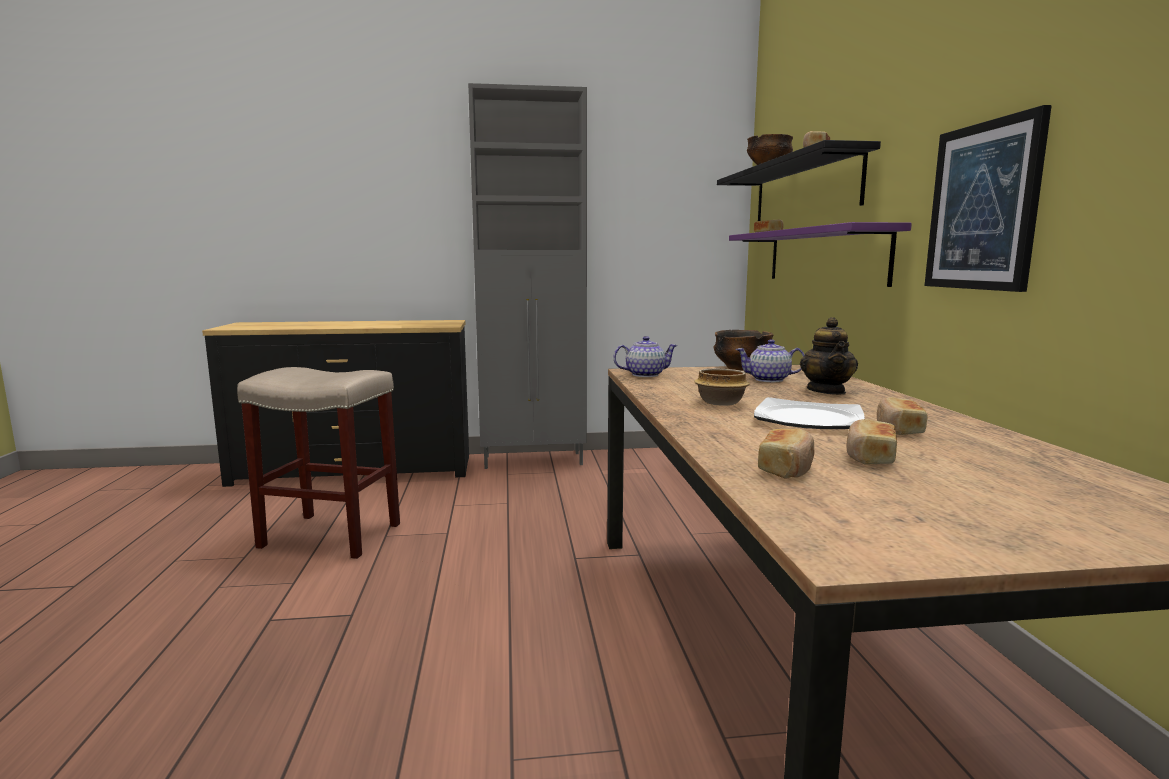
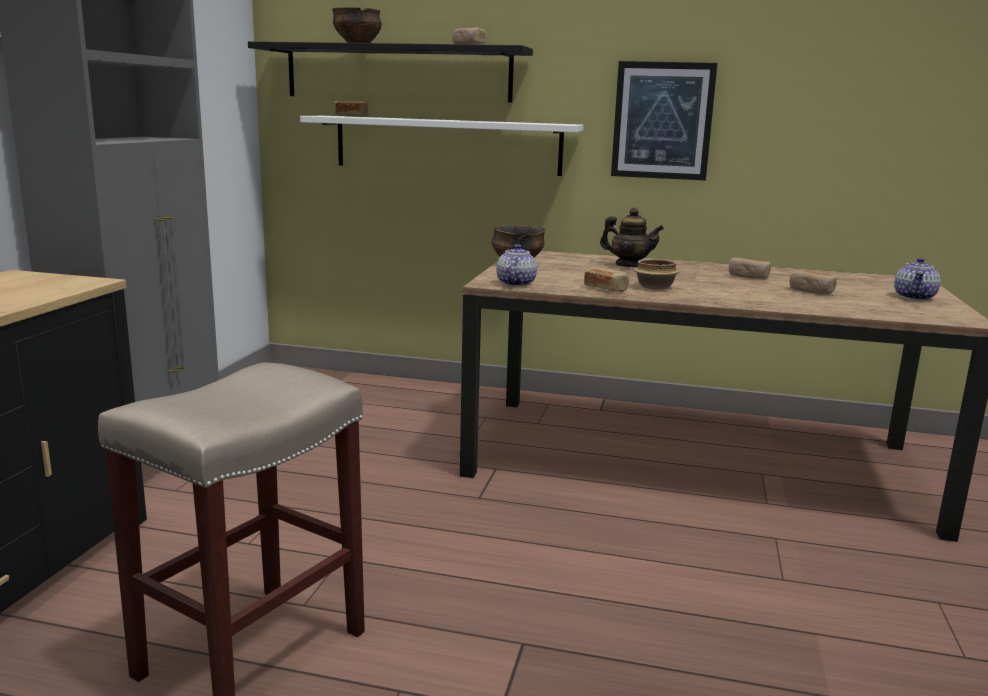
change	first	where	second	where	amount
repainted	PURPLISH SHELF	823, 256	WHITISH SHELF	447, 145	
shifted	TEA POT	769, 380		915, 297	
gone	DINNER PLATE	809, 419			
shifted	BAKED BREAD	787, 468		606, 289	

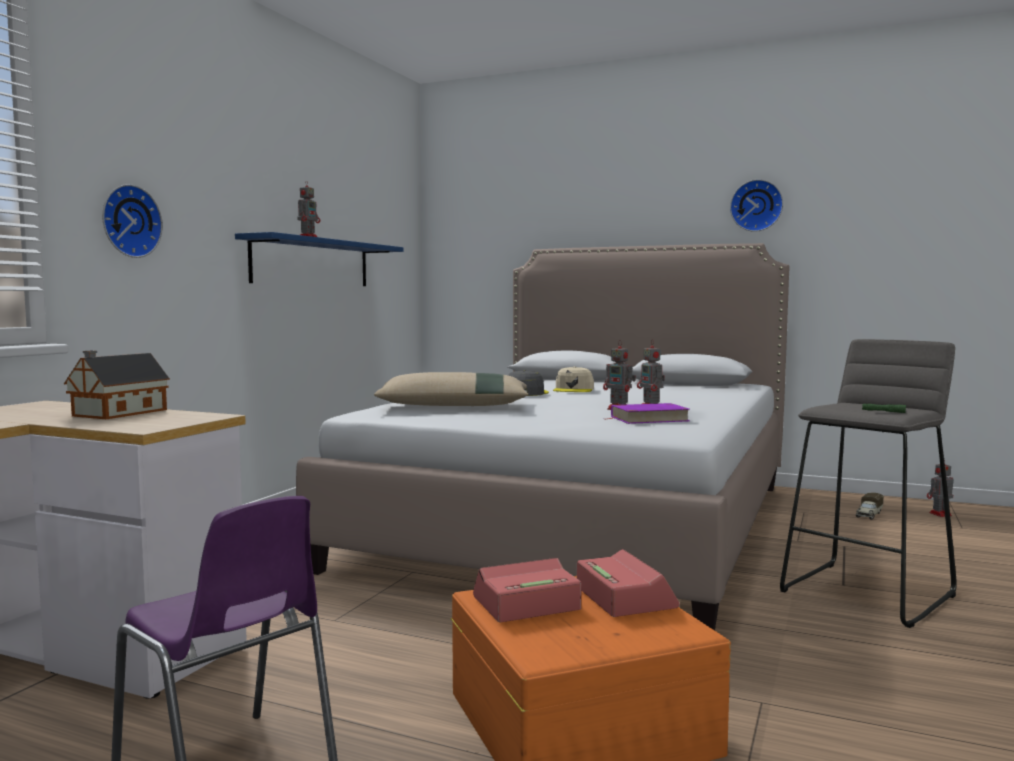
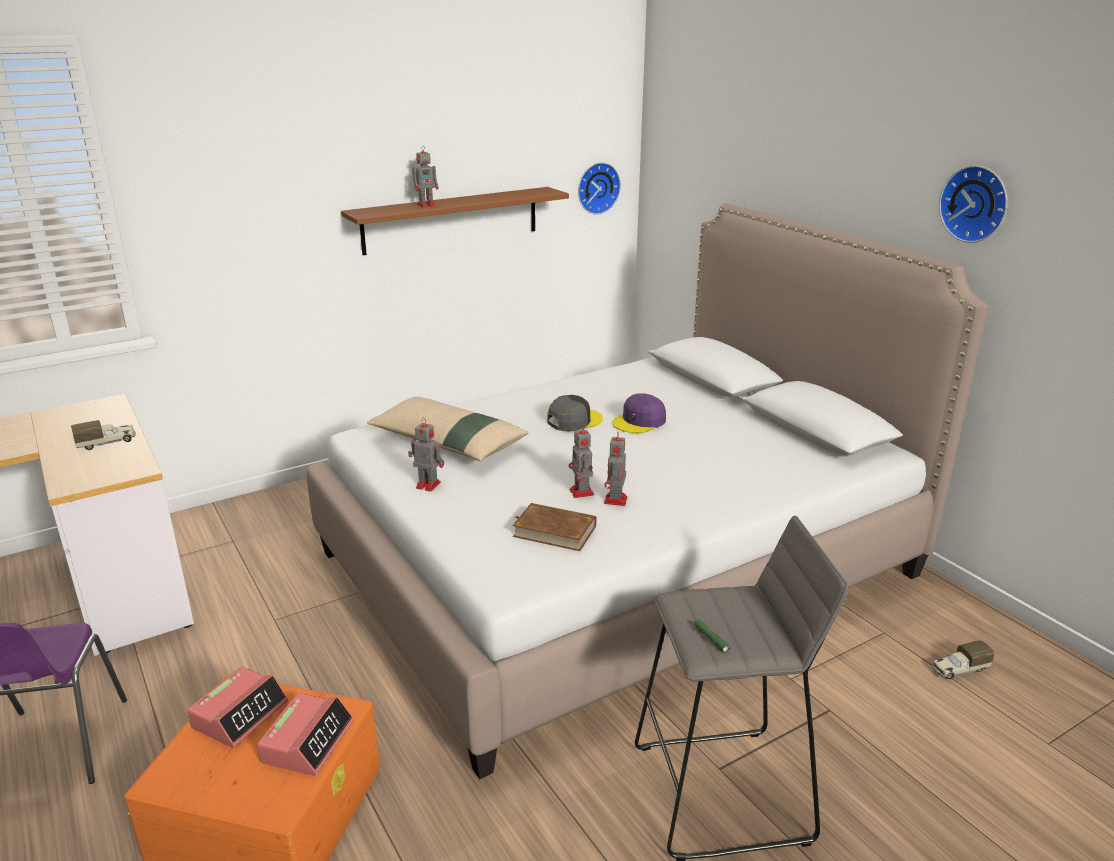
change	first	where	second	where	amount
swapped	TOY HOUSE	116, 413	TOY LORRY	107, 443	
shifted	WALL CLOCK	129, 221		597, 187	
repainted	BLUISH SHELF	312, 263	BROWN SHELF	451, 220	
rotated	BEDSIDE CLOCK	525, 604		240, 714	105 degrees clockwise
repainted	BEIGE-COLOURED BASEBALL CAP	573, 389	PURPLISH BASEBALL CAP	639, 421	
repainted	PURPLISH VOLUME	649, 419	BROWN VOLUME	554, 531	
shifted	TOY ROBOT	939, 514		427, 485	

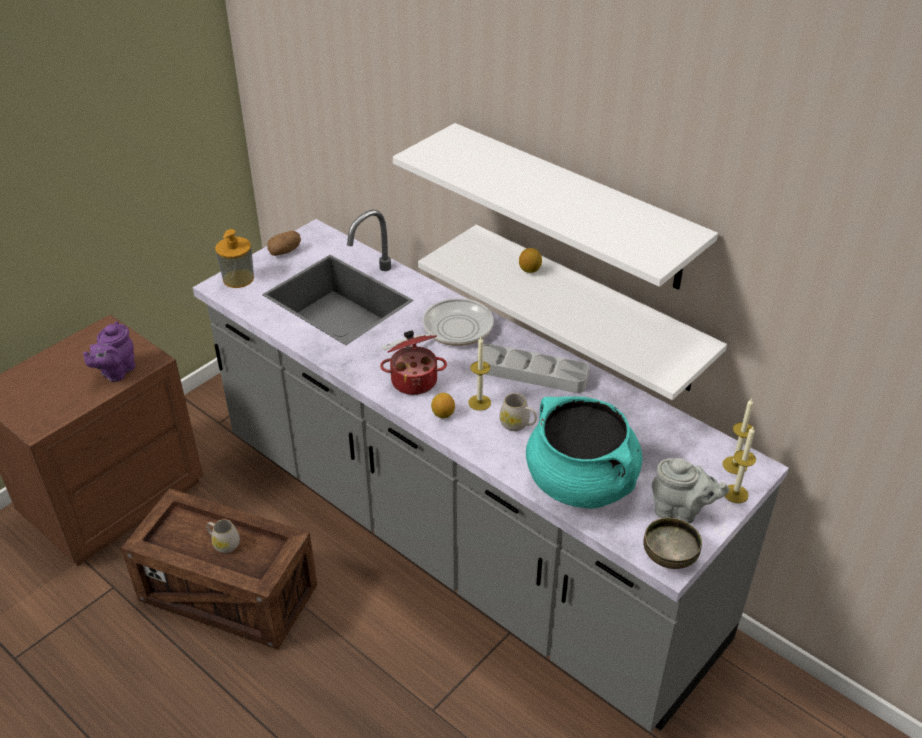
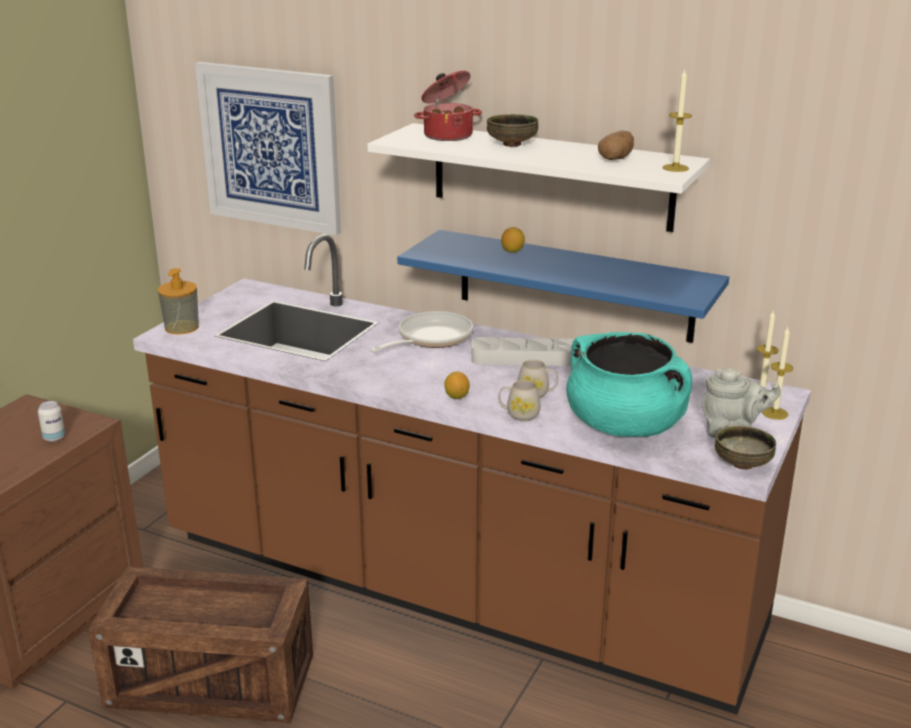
change	first	where	second	where	amount
swapped	PURPLISH TEA POT	116, 372	METAL CAN	54, 438	
repainted	GREYISH COUNTER	461, 538	BROWN COUNTER	455, 587	
shifted	WHITISH COFFEE MUG	224, 543		518, 415	
shifted	SPUD	285, 251		616, 159	
shifted	COOKING POT	414, 380		447, 135	
repainted	WHITISH SHELF	589, 308	BLUISH SHELF	574, 285	
shifted	CANDLE	479, 402		675, 168	
new			WALL PICTURE	270, 147	
new			SERVING BOWL	511, 145	

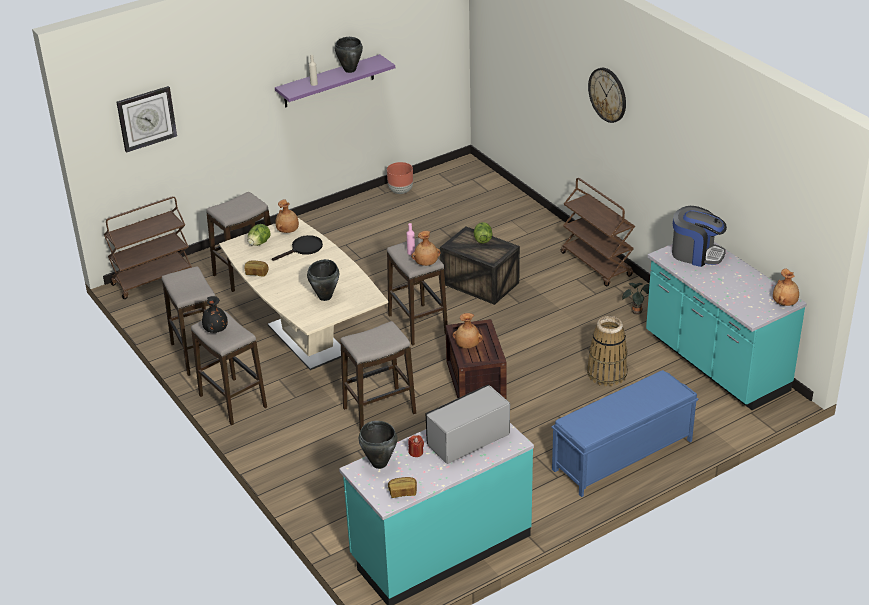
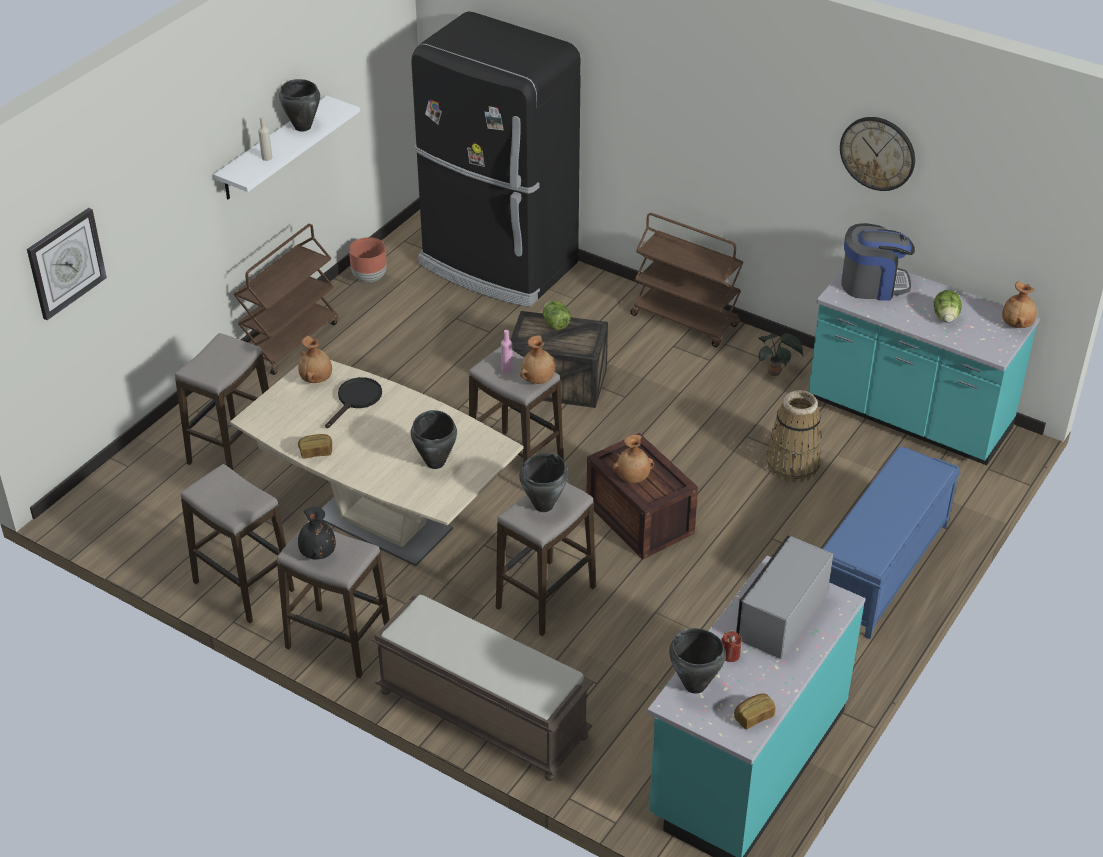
change	first	where	second	where	amount
shifted	BROWN CART	153, 279		290, 340	
shifted	LETTUCE	259, 243		945, 317	
repainted	PURPLISH SHELF	329, 81	WHITISH SHELF	273, 149	
shifted	WALL CLOCK	608, 94		878, 153	
new			BROWN BENCH	480, 714	
new			BLACK-COLOURED KITCHEN FRIDGE	497, 265	
new			BLACK-COLOURED COOKING POT	544, 505	

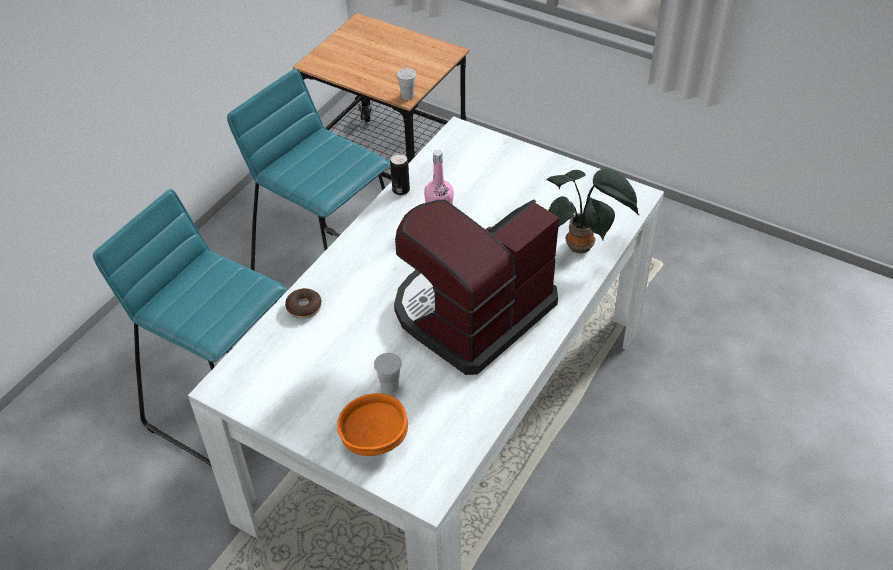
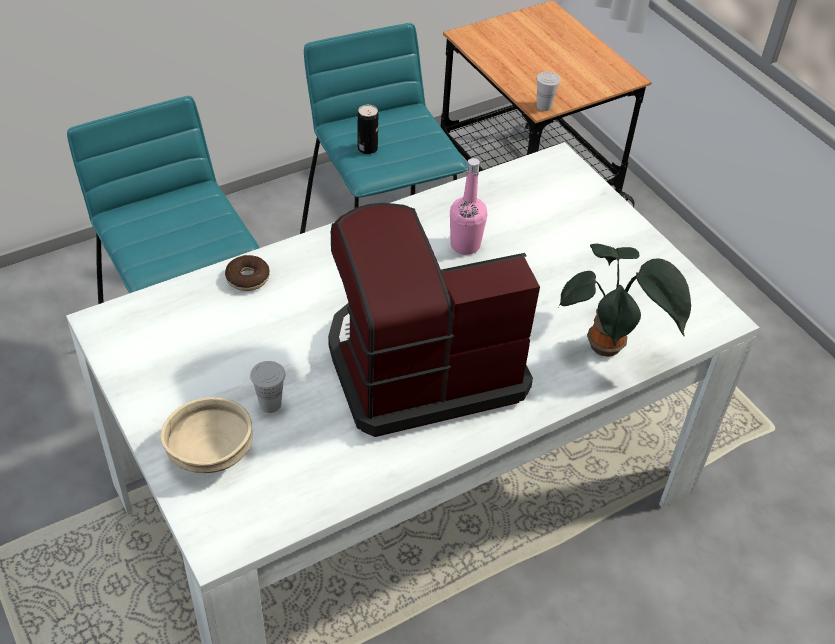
change	first	where	second	where	amount
repainted	ORANGEY SERVING BOWL	373, 438	BEIGE-COLOURED SERVING BOWL	210, 452	
shifted	METAL CAN	401, 190		367, 148	

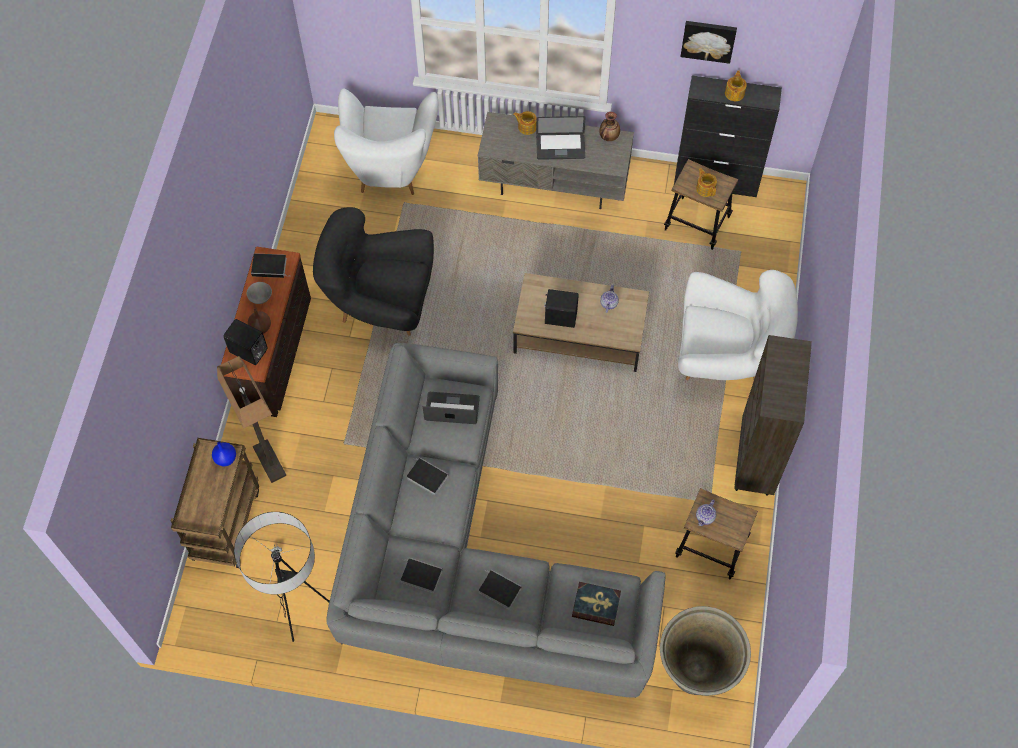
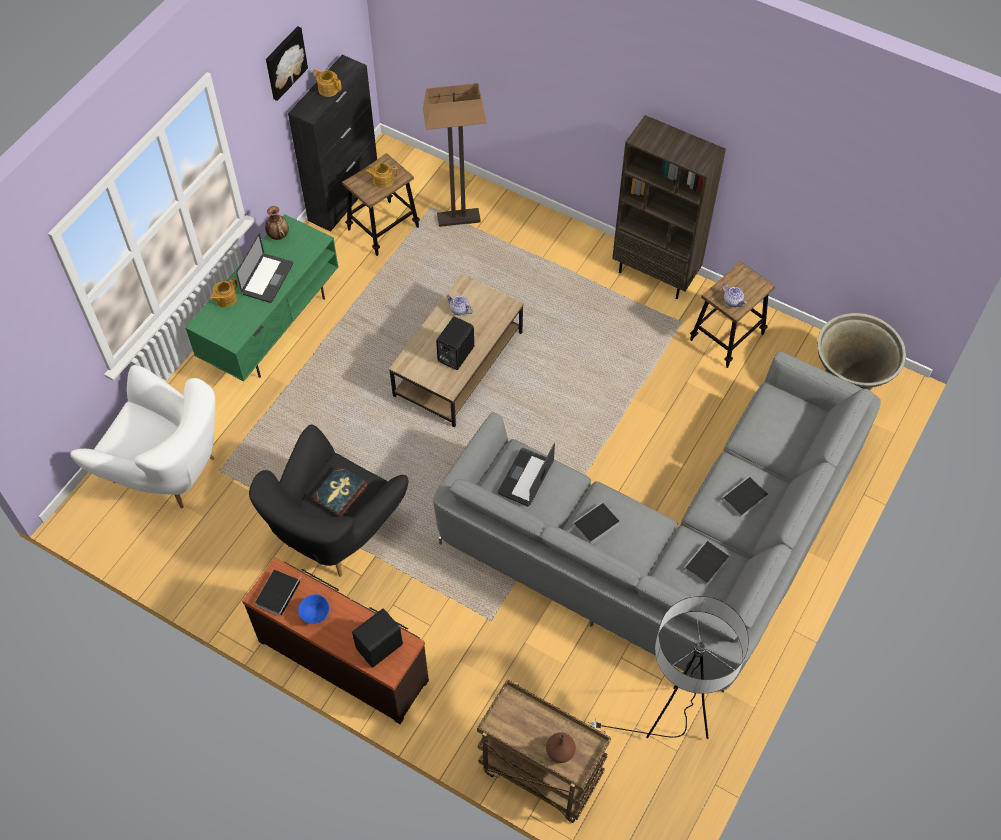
change	first	where	second	where	amount
gone	BLUISH DECORATIVE VASE	226, 459			
shifted	STANDARD LAMP	270, 461		459, 218	
repainted	GREYISH SERVING BOWL	260, 297	BLUISH SERVING BOWL	314, 614	
shifted	BROWN DECORATIVE VASE	261, 328		560, 752	
repainted	GREYISH TV UNIT	555, 182	GREENISH TV UNIT	272, 325	
shifted	VOLUME	596, 604		340, 492	
gone	WHITISH ARMCHAIR	726, 358			

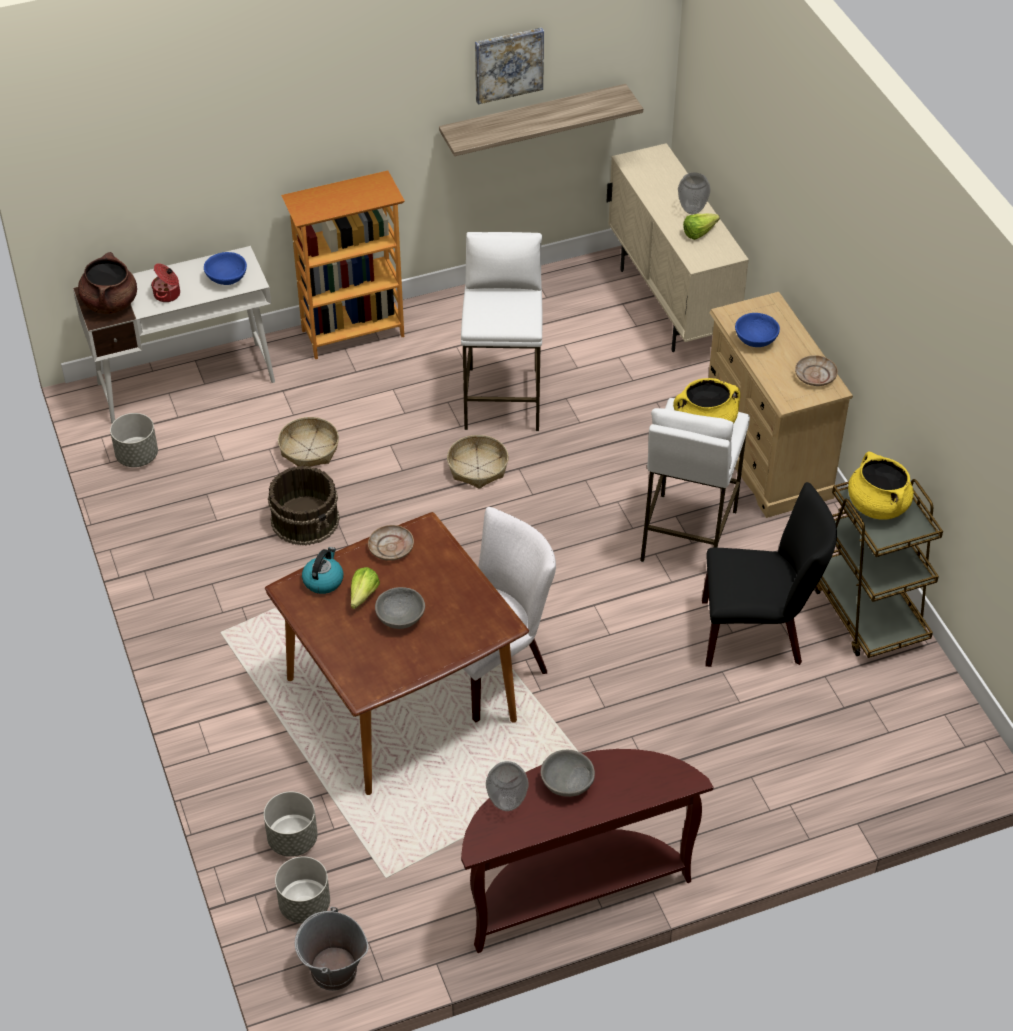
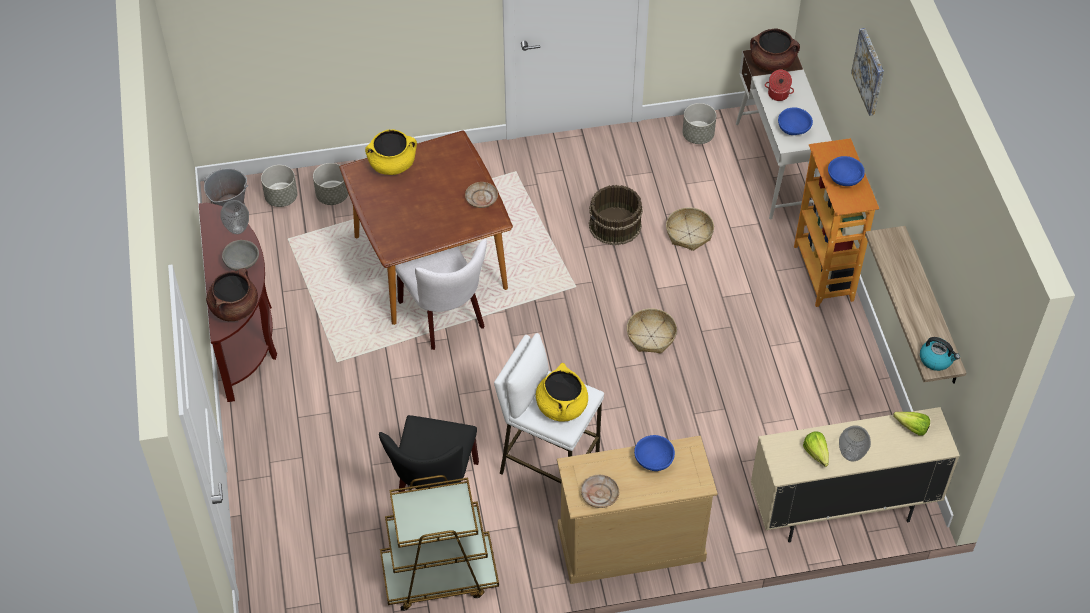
change	first	where	second	where	amount
shifted	WATER KETTLE	323, 580		936, 359	
shifted	LETTUCE	361, 599		909, 426	
gone	GREYISH SERVING BOWL	400, 617			
gone	WHITISH STOOL SEAT	503, 398			
shifted	WALL PICTURE	508, 64		869, 71	
shifted	YELLOW COOKING POT	877, 505		392, 164	
new			BROWN COOKING POT	234, 308	
new			BLUISH SERVING BOWL	844, 179	

